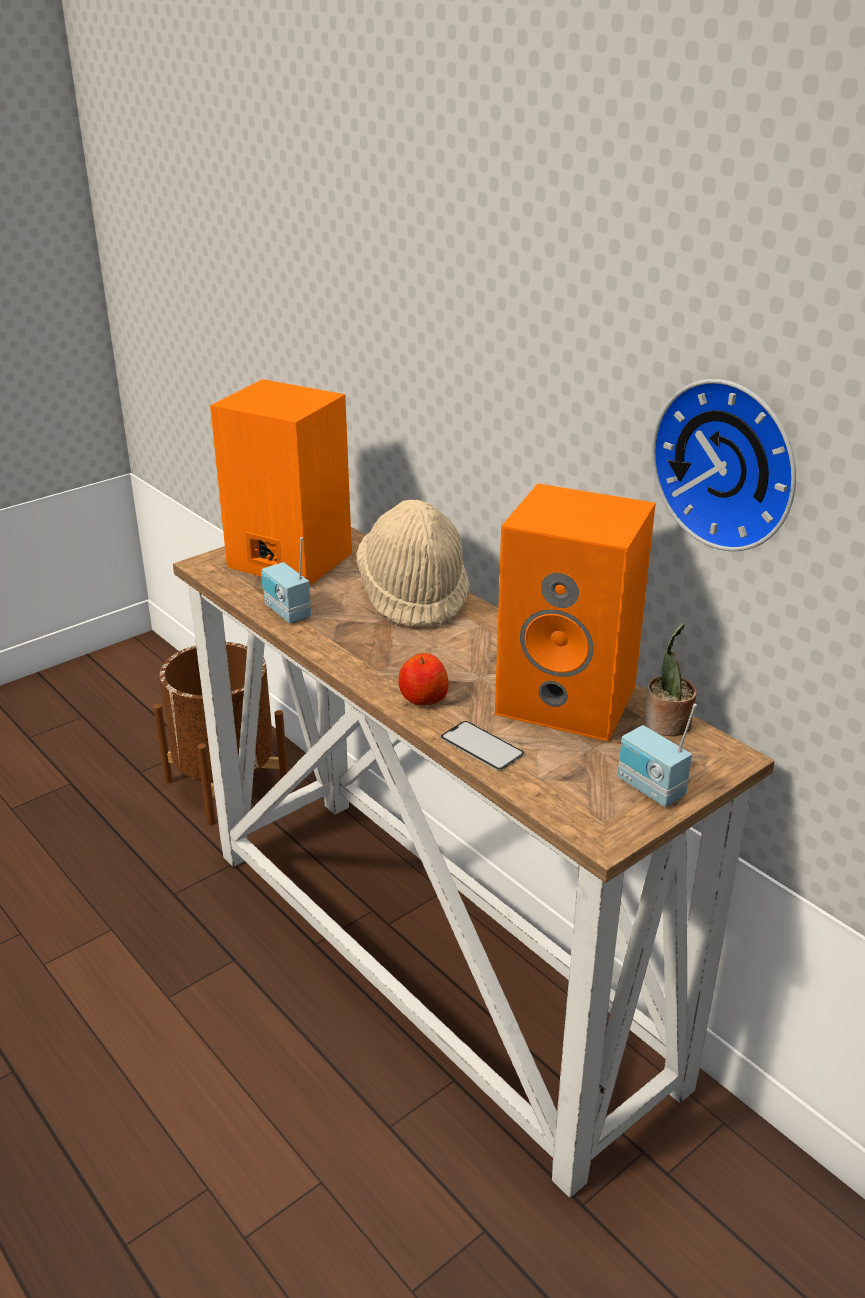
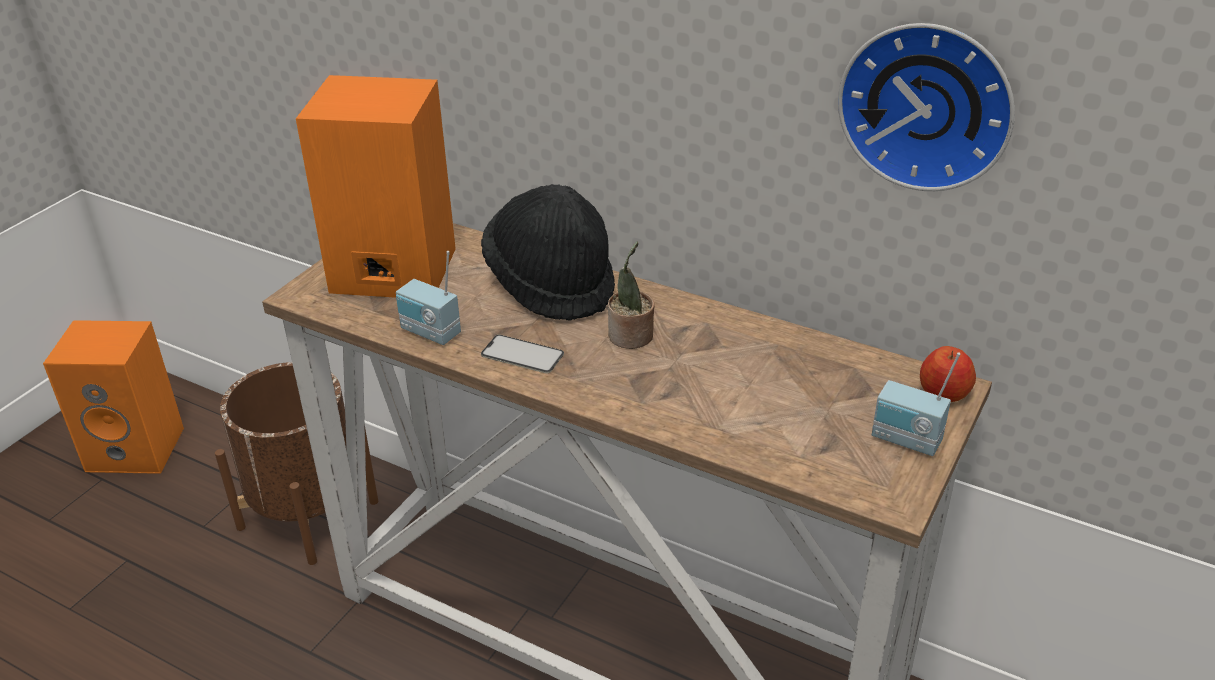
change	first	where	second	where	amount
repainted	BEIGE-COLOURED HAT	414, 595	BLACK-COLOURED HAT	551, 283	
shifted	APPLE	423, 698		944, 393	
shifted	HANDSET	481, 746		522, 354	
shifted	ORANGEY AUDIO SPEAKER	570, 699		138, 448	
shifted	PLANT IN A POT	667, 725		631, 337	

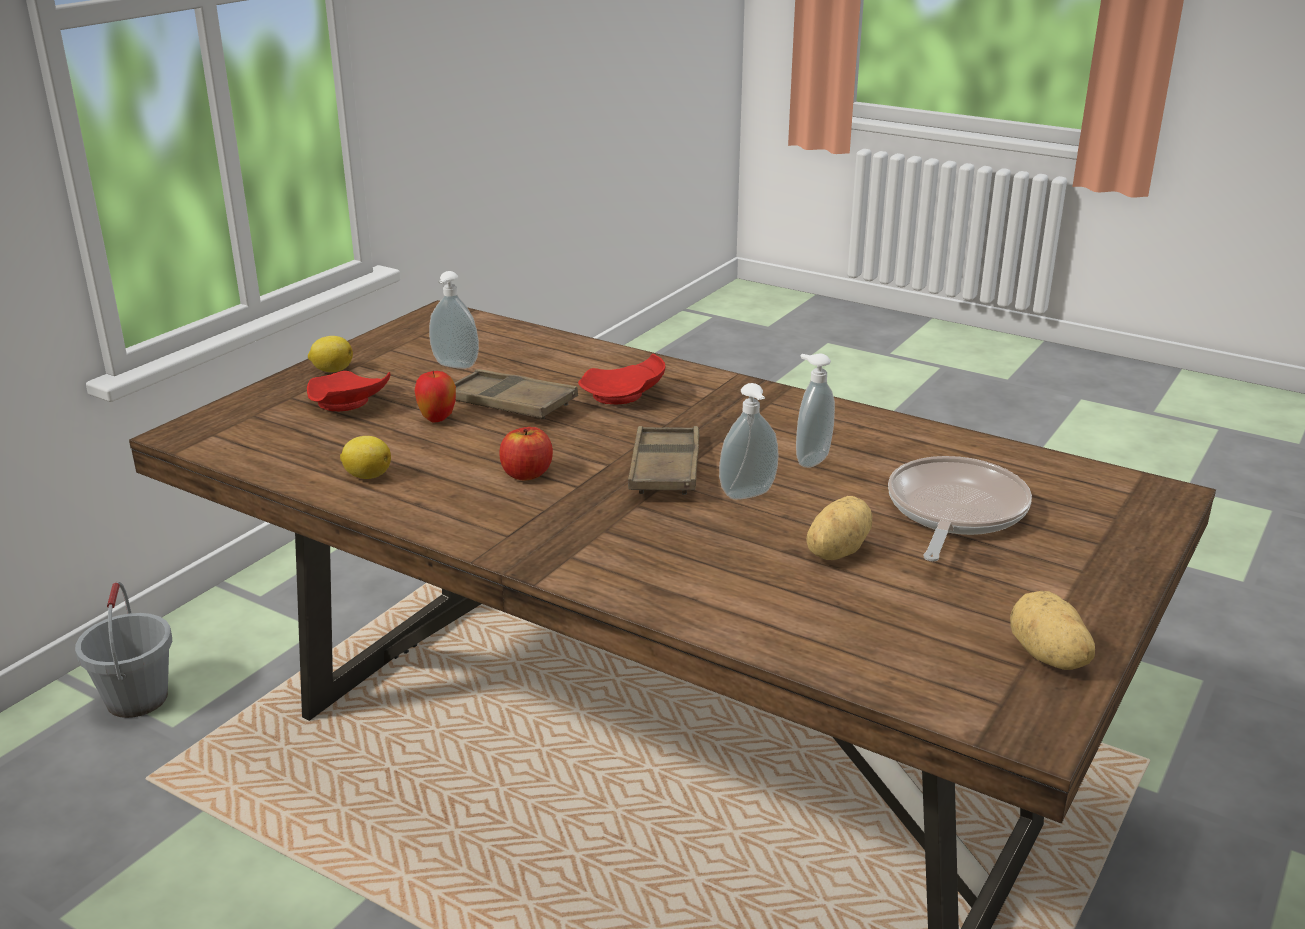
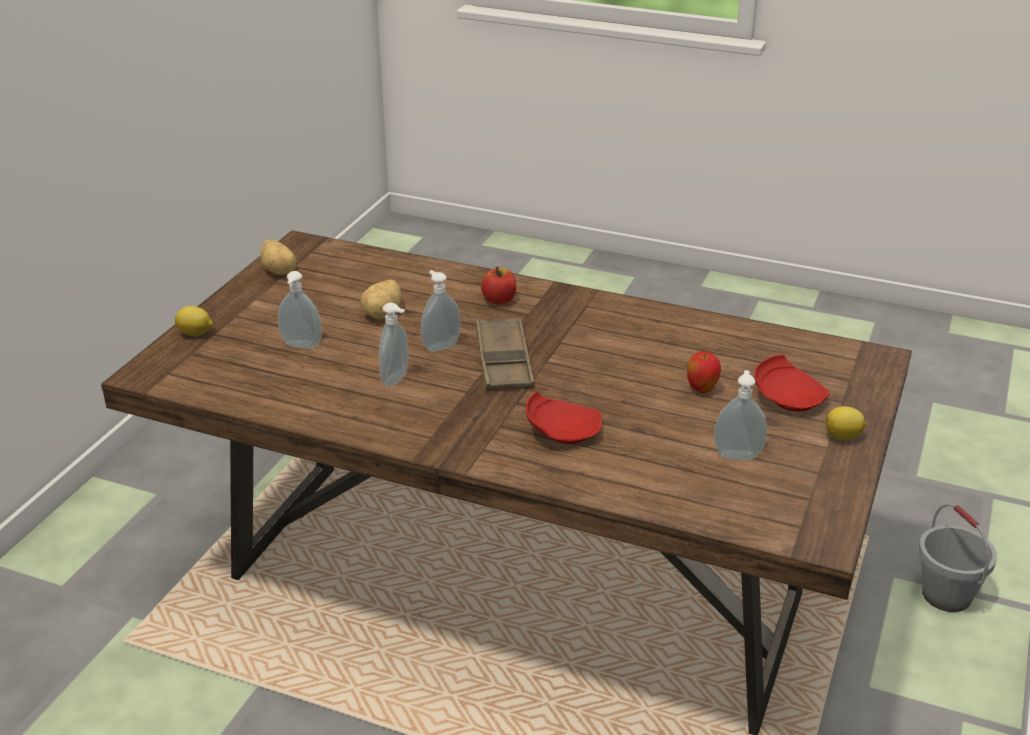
change	first	where	second	where	amount
shifted	CITRUS FRUIT	366, 475		196, 334	
gone	BROWN CARRYING TRAY	509, 403			
shifted	APPLE	526, 474		499, 300	
swapped	PAN	954, 512	LIQUID SOAP BOTTLE	301, 346	

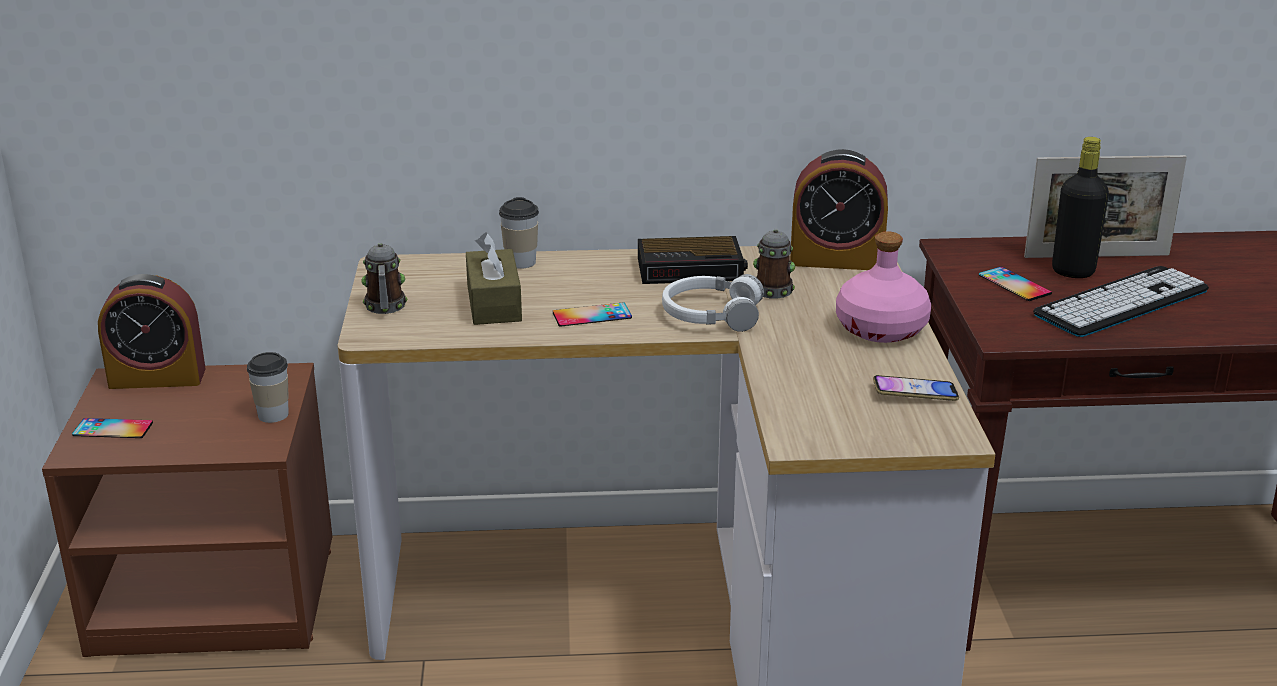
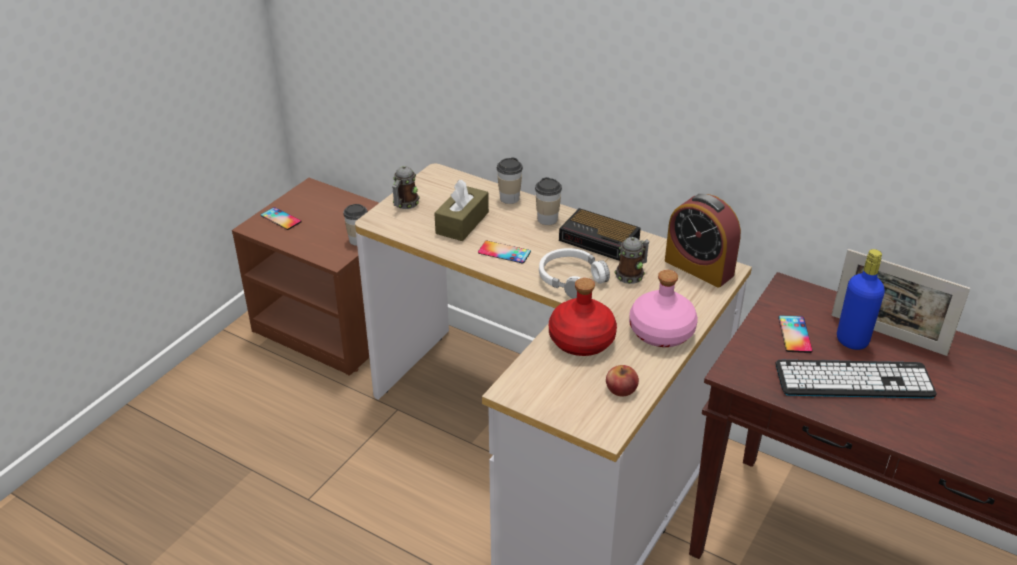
change	first	where	second	where	amount
gone	BEDSIDE CLOCK	157, 378			
swapped	HANDSET	915, 393	APPLE	621, 389	
repainted	BLACK-COLOURED DRINK BOTTLE	1073, 271	BLUISH DRINK BOTTLE	852, 340	
new			DRINKING CUP	547, 219	
new			RED-COLOURED DRINK BOTTLE	582, 340	

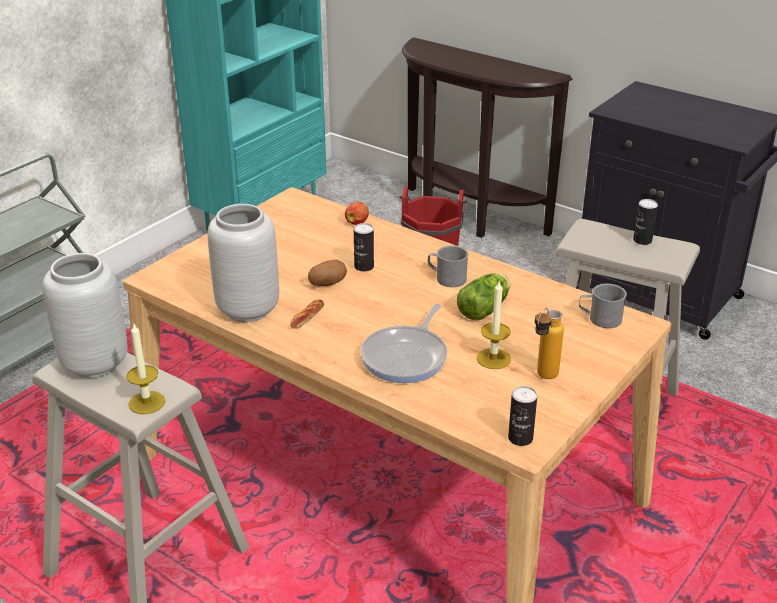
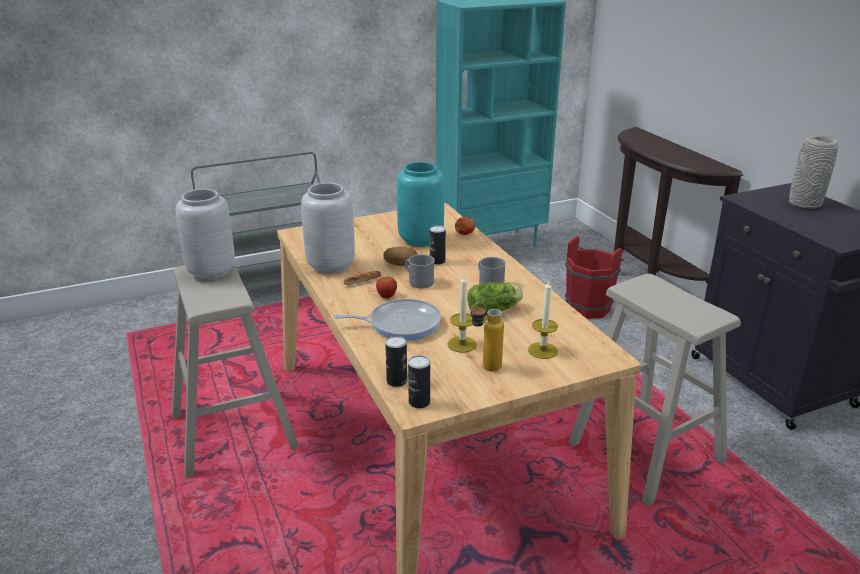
change	first	where	second	where	amount
shifted	CANDLE	147, 402		542, 350	
rotated	PAN	407, 357		400, 324	150 degrees counterclockwise
shifted	GREYISH COFFEE MUG	599, 319		418, 281	
shifted	METAL CAN	642, 240		396, 381	
new			APPLE	387, 296	
new			TURQUOISE DECORATIVE VASE	421, 240	
new			GREYISH DECORATIVE VASE	804, 203	

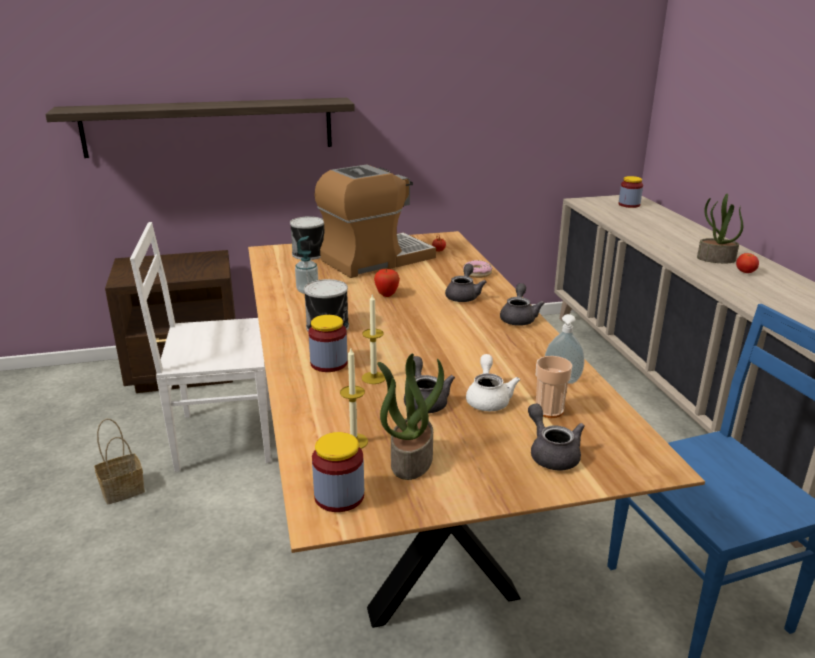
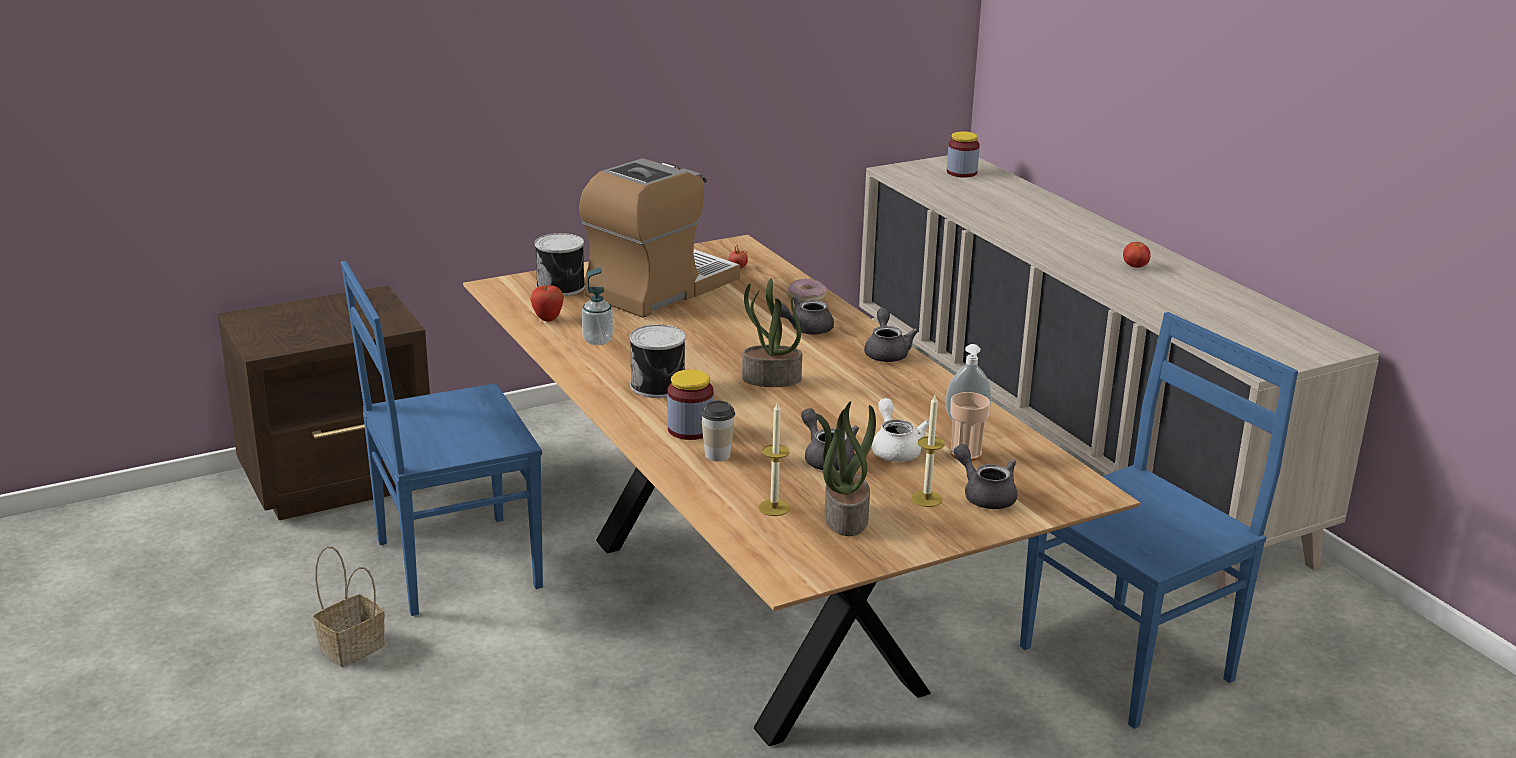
change	first	where	second	where	amount
gone	SHELF	209, 127			
repainted	WHITISH UPRIGHT CHAIR	221, 438	BLUISH UPRIGHT CHAIR	452, 565	
gone	STORAGE JAR	339, 496			
shifted	CANDLE	373, 378		926, 499	
shifted	APPLE	386, 295		547, 319	
rotated	GREYISH TEA POT	464, 295		805, 329	120 degrees counterclockwise
shifted	PLANT IN A POT	715, 259		770, 379	
new			DRINKING CUP	717, 455	

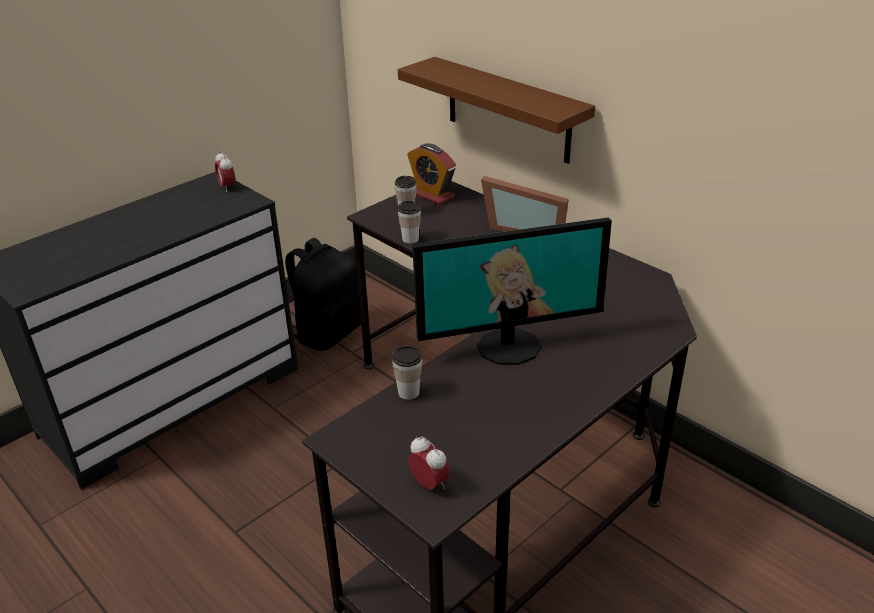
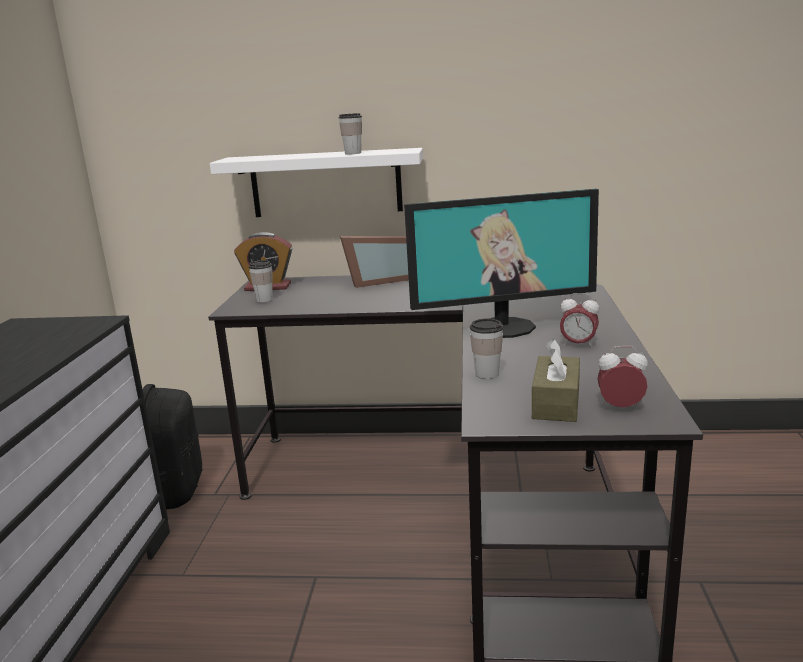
change	first	where	second	where	amount
shifted	BEDSIDE CLOCK	227, 187		578, 344	
shifted	DRINKING CUP	410, 239		353, 153	
repainted	BROWN SHELF	508, 110	WHITISH SHELF	326, 183	
rotated	COMPUTER DISPLAY	508, 346		503, 327	45 degrees clockwise
new			BROWN TISSUE HOLDER	556, 403	

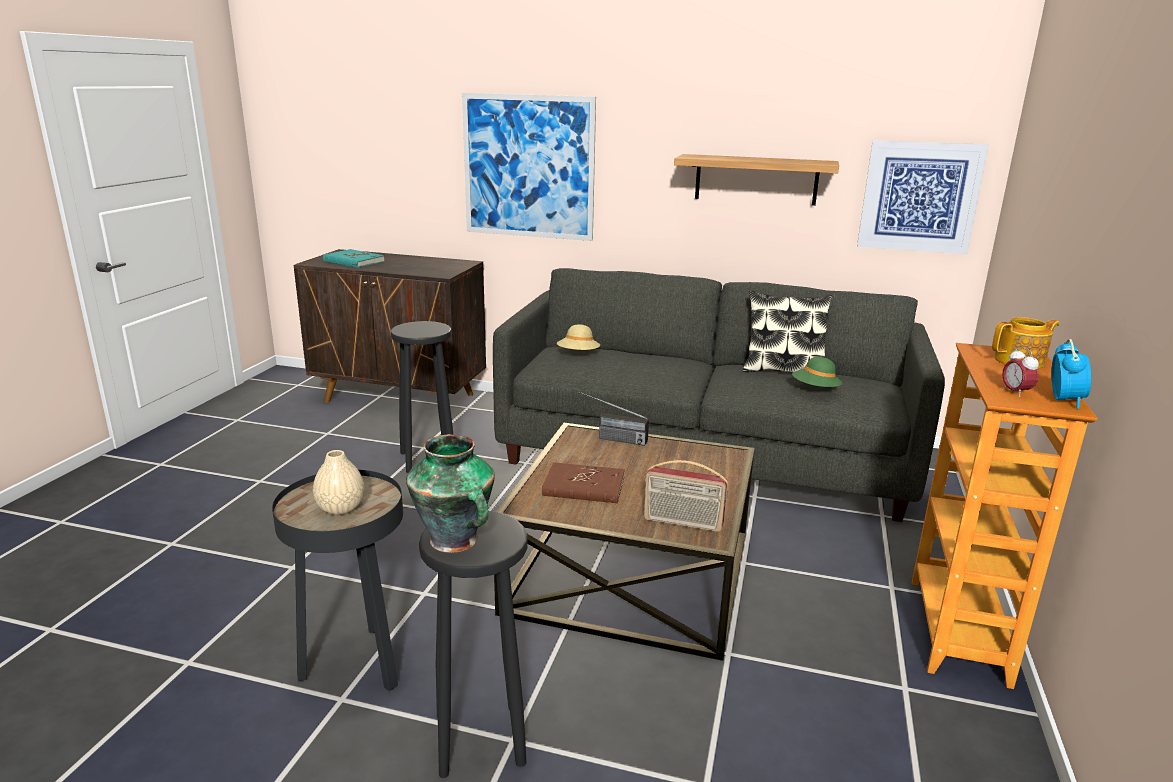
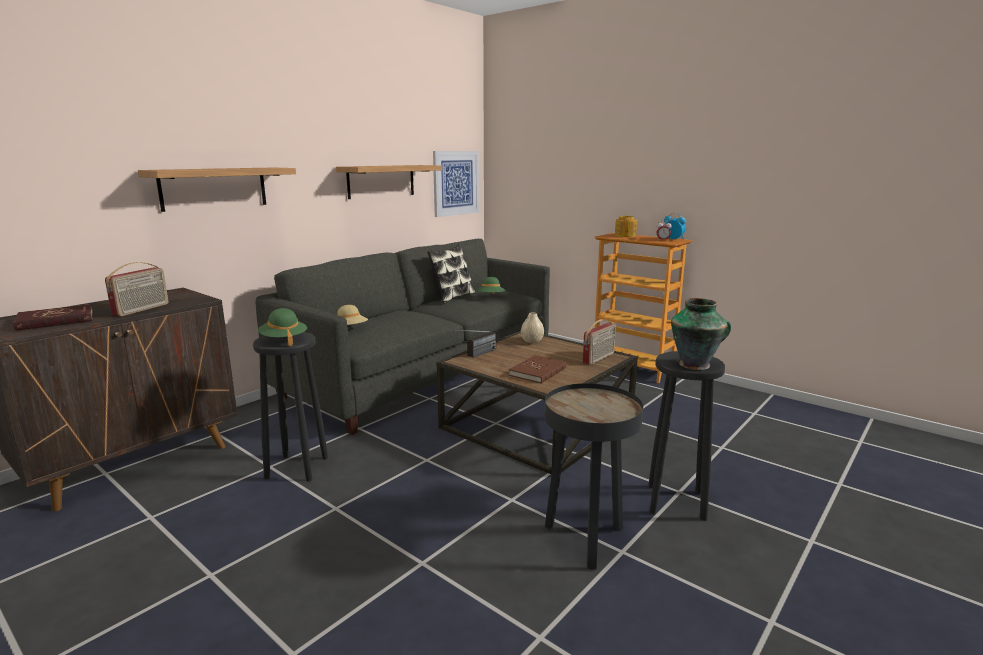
change	first	where	second	where	amount
shifted	BEIGE-COLOURED DECORATIVE VASE	341, 508		532, 341	
repainted	TURQUOISE VOLUME	353, 261	RED-COLOURED VOLUME	55, 320	
swapped	WALL PICTURE	528, 167	SHELF	214, 188	
new			RADIO SET	142, 310	
new			GREENISH HAT	283, 340	

